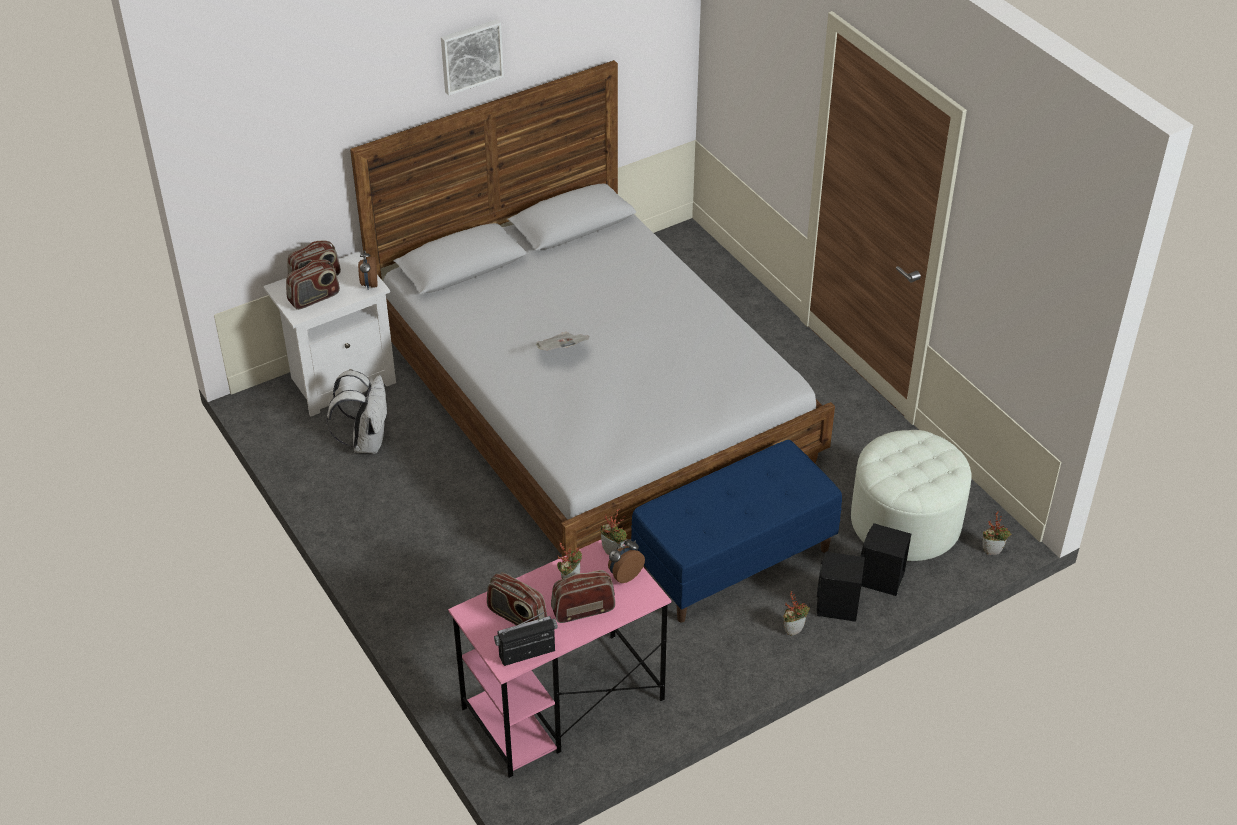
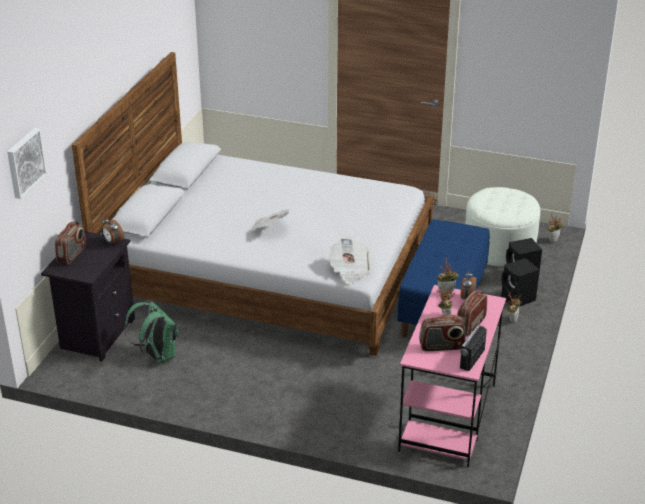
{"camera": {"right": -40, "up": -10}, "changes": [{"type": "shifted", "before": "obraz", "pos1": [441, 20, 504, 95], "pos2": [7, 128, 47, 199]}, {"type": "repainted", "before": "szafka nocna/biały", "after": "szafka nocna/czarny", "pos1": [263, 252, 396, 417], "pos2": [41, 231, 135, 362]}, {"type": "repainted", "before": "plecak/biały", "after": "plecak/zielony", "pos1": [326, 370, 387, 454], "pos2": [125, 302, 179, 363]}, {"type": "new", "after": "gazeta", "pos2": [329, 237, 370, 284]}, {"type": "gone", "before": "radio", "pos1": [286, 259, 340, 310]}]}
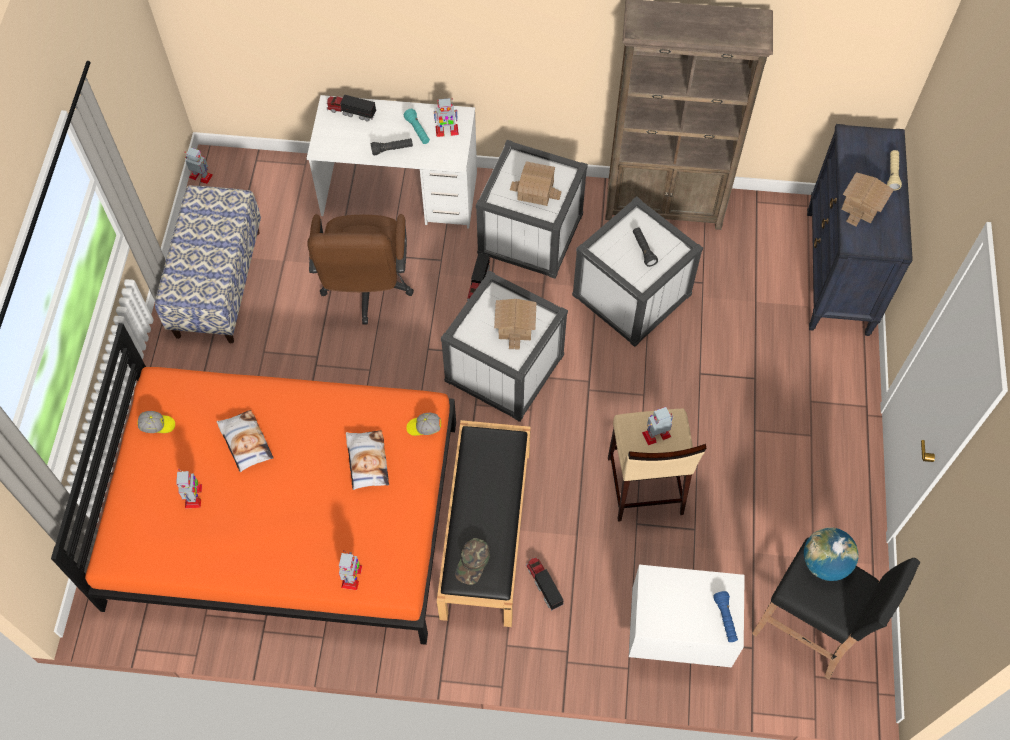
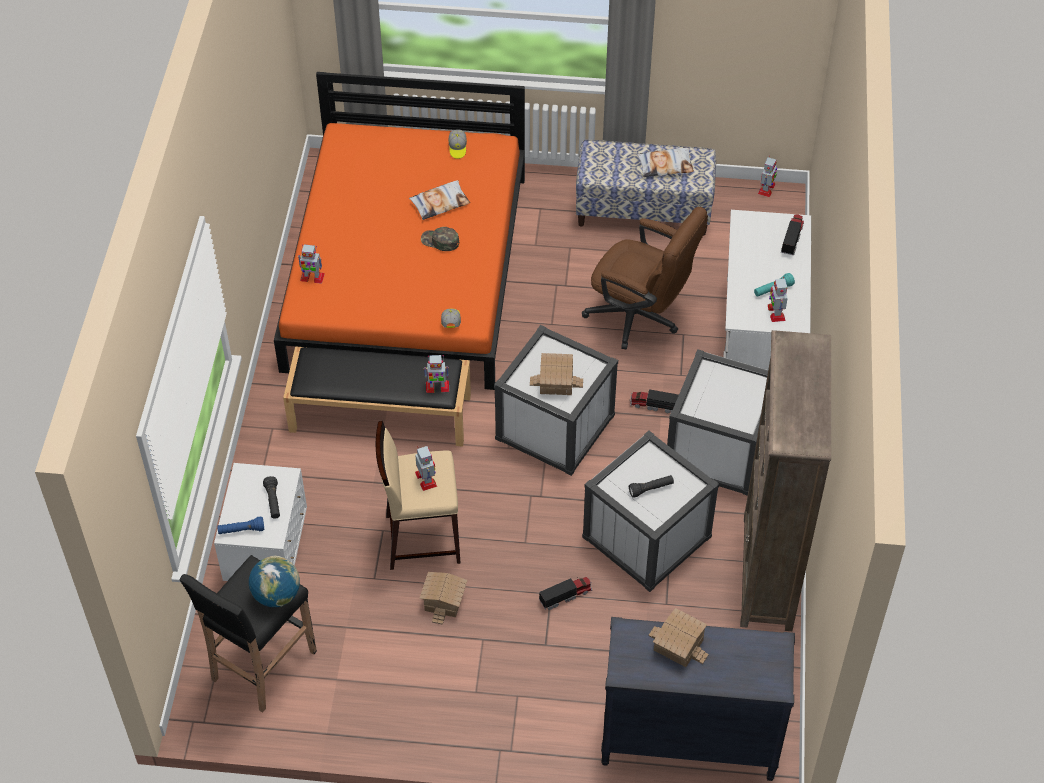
{"camera": {"right": 90, "up": -10}, "changes": [{"type": "shifted", "before": "latarka/czarny", "pos1": [371, 138, 413, 155], "pos2": [263, 476, 280, 519]}, {"type": "shifted", "before": "domek", "pos1": [510, 161, 562, 206], "pos2": [419, 572, 468, 625]}, {"type": "shifted", "before": "czapka z daszkiem/zielony", "pos1": [455, 538, 490, 585], "pos2": [421, 227, 459, 251]}, {"type": "shifted", "before": "robot zabawkowy", "pos1": [176, 469, 202, 508], "pos2": [424, 355, 449, 393]}, {"type": "shifted", "before": "ciężarówka zabawkowa", "pos1": [526, 557, 564, 611], "pos2": [539, 577, 592, 610]}, {"type": "rotated", "before": "krzesło biurowe/brązowy", "pos1": [307, 214, 414, 324], "pos2": [582, 207, 708, 350], "turn": -150}, {"type": "shifted", "before": "poduszka", "pos1": [346, 430, 389, 490], "pos2": [637, 148, 694, 177]}, {"type": "gone", "before": "latarka/beżowy", "pos1": [887, 150, 902, 191]}]}
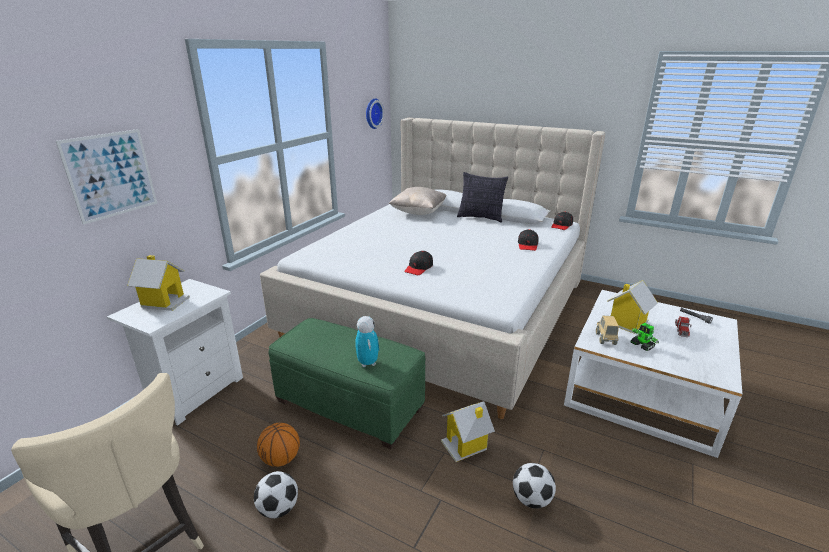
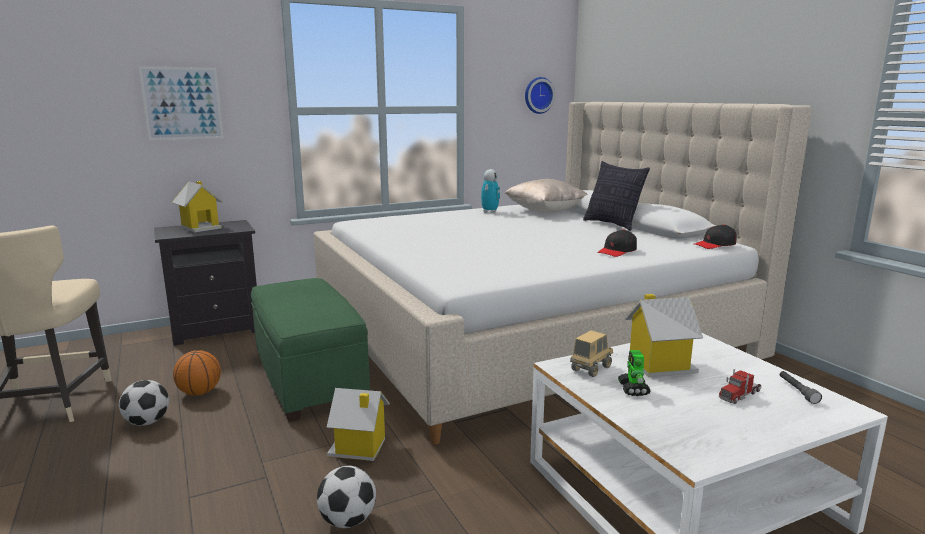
{"camera": {"right": 35, "up": -10}, "changes": [{"type": "repainted", "before": "szafka nocna/biały", "after": "szafka nocna/czarny", "pos1": [107, 279, 243, 425], "pos2": [154, 220, 257, 346]}, {"type": "shifted", "before": "robot zabawkowy", "pos1": [356, 316, 380, 367], "pos2": [481, 169, 500, 213]}, {"type": "gone", "before": "czapka z daszkiem/czarny", "pos1": [404, 251, 433, 275]}]}
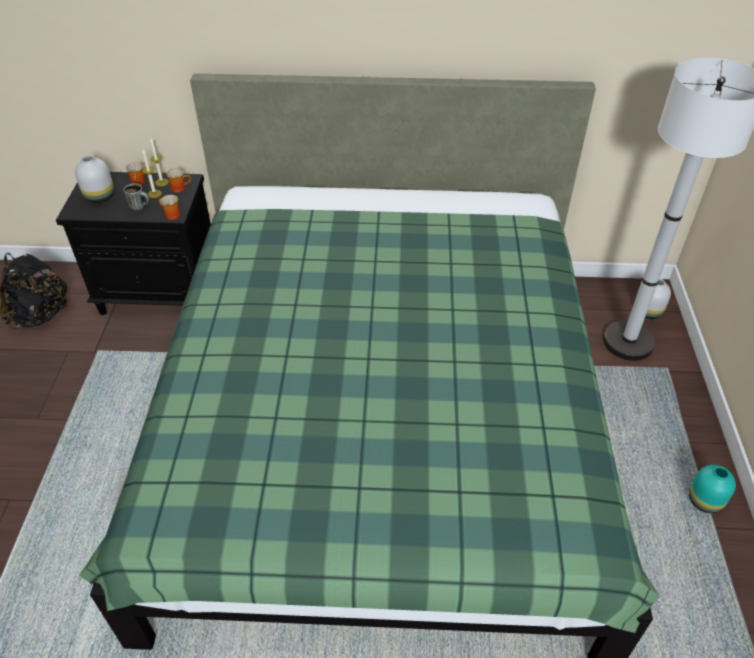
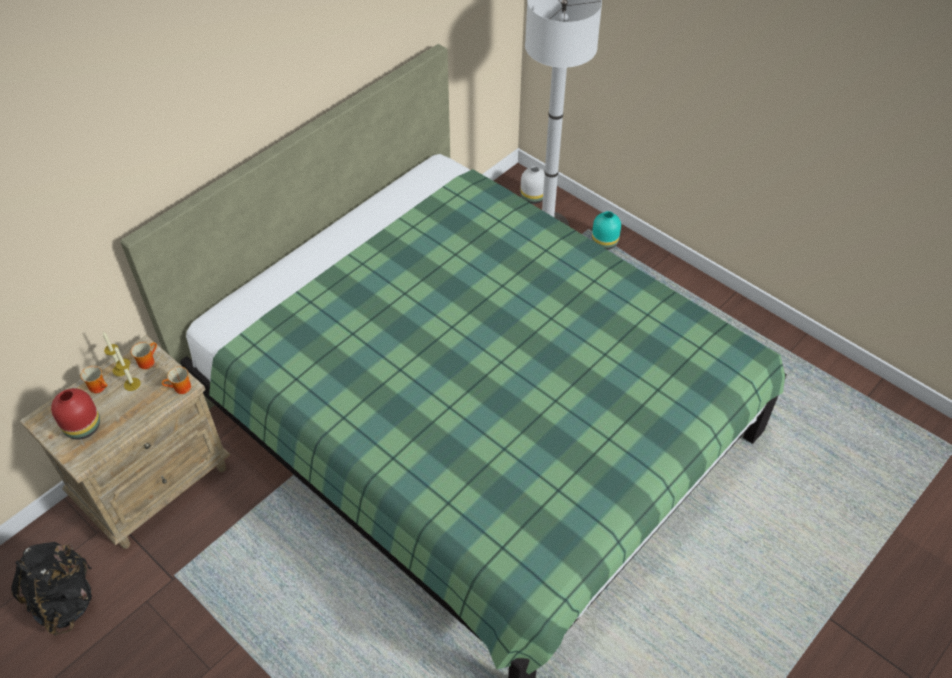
{"camera": {"right": -50, "up": 5}, "changes": [{"type": "repainted", "before": "szafka nocna/czarny", "after": "szafka nocna/beżowy", "pos1": [56, 172, 211, 315], "pos2": [20, 335, 231, 549]}, {"type": "repainted", "before": "wazon/biały", "after": "wazon/czerwony", "pos1": [75, 155, 114, 203], "pos2": [51, 388, 100, 440]}, {"type": "shifted", "before": "wazon/turkusowy", "pos1": [689, 465, 736, 513], "pos2": [592, 211, 621, 250]}, {"type": "gone", "before": "kubek", "pos1": [123, 183, 149, 211]}]}
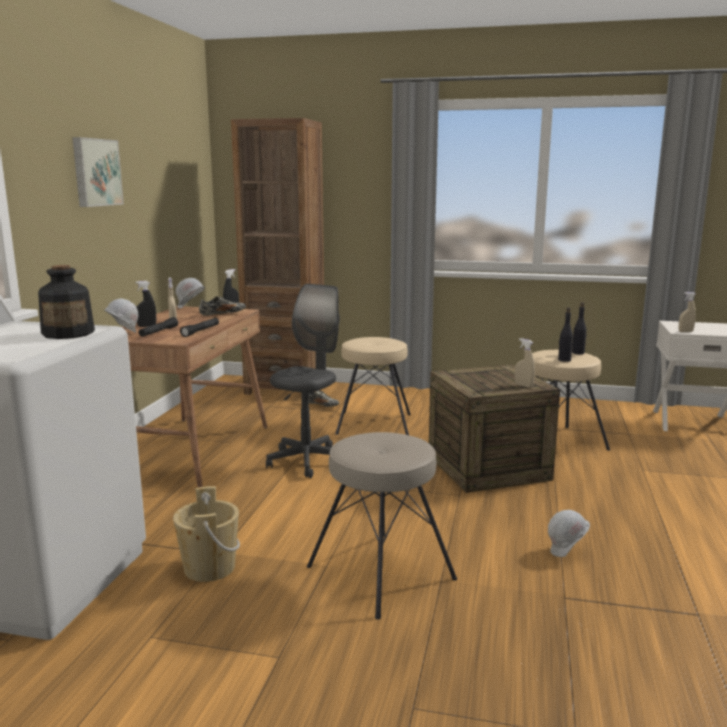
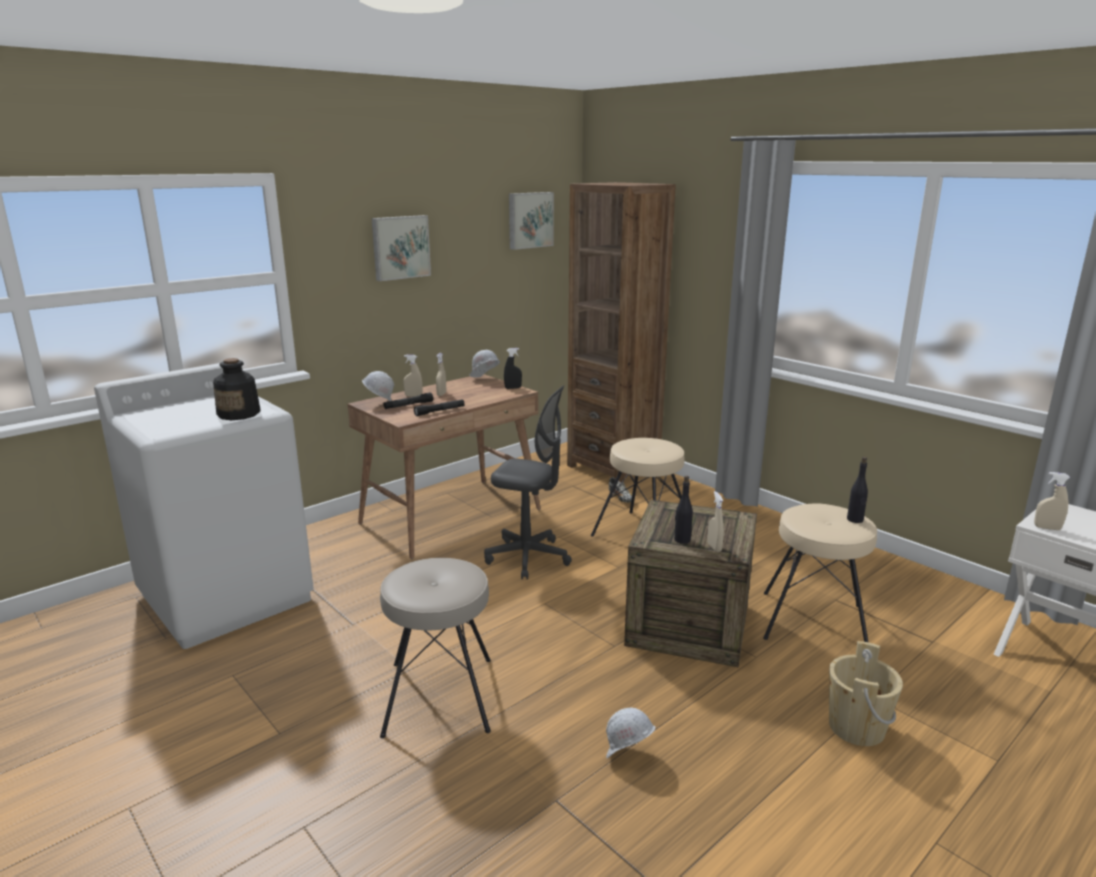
{"camera": {"right": 35, "up": 5}, "changes": [{"type": "repainted", "before": "spryskiwacz/czarny", "after": "spryskiwacz/beżowy", "pos1": [135, 281, 156, 327], "pos2": [403, 355, 423, 397]}, {"type": "rotated", "before": "krzesło biurowe/szary", "pos1": [266, 284, 340, 478], "pos2": [484, 386, 572, 580], "turn": 45}, {"type": "new", "after": "obraz", "pos2": [509, 192, 554, 250]}, {"type": "shifted", "before": "butelka/czarny", "pos1": [558, 308, 573, 362], "pos2": [674, 476, 693, 544]}, {"type": "shifted", "before": "wiadro/beżowy", "pos1": [173, 486, 240, 582], "pos2": [829, 641, 903, 746]}, {"type": "gone", "before": "but", "pos1": [199, 296, 246, 316]}]}
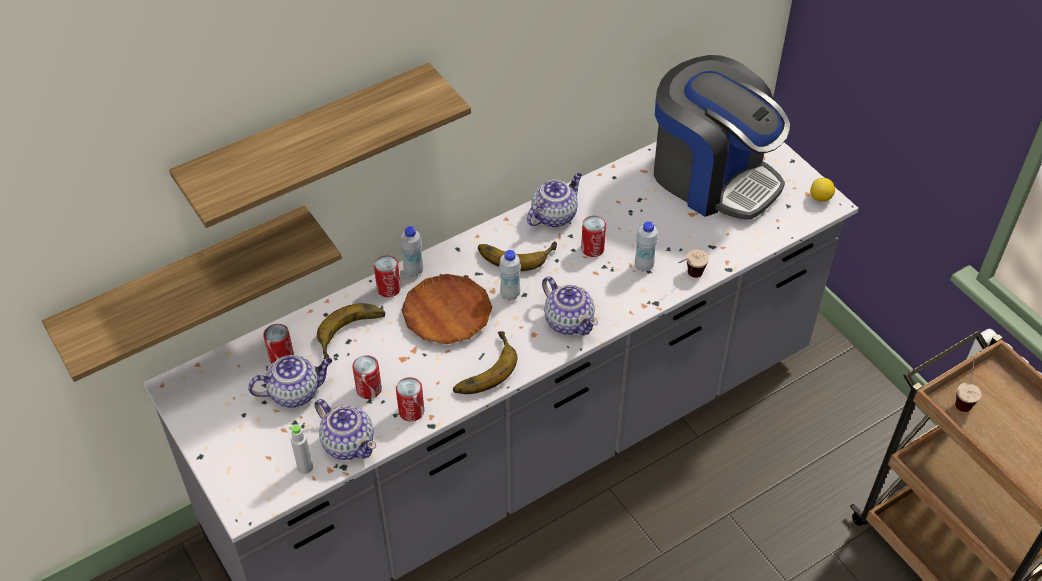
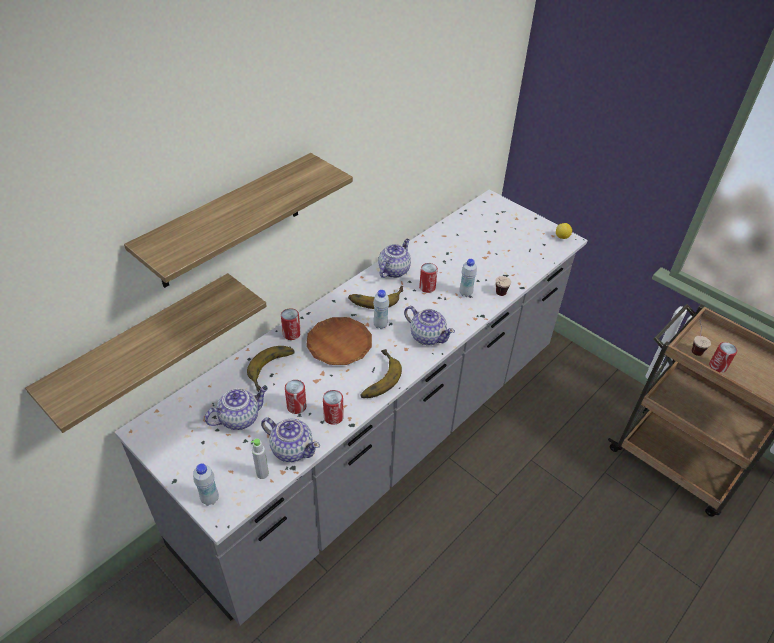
{"camera": {"right": -15, "up": -5}, "changes": [{"type": "shifted", "before": "butelka/biały", "pos1": [400, 226, 423, 277], "pos2": [193, 463, 219, 506]}, {"type": "shifted", "before": "puszka", "pos1": [263, 324, 294, 364], "pos2": [709, 342, 737, 373]}, {"type": "gone", "before": "ekspres do kawy", "pos1": [654, 55, 790, 220]}]}
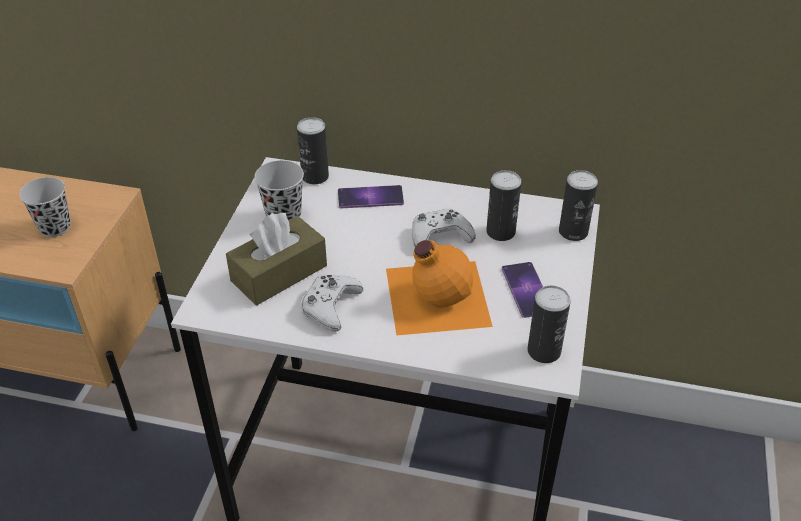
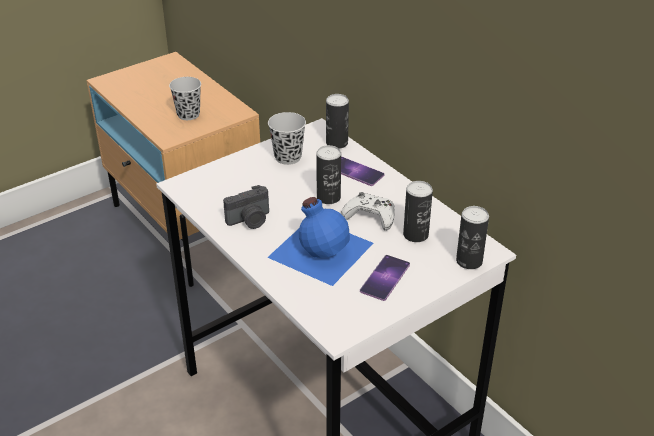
{"camera": {"right": 40, "up": -5}, "changes": [{"type": "swapped", "before": "pad do gier/biały", "after": "aparat fotograficzny", "pos1": [301, 275, 363, 332], "pos2": [223, 185, 269, 229]}, {"type": "repainted", "before": "butelka/pomarańczowy", "after": "butelka/niebieski", "pos1": [386, 240, 493, 335], "pos2": [267, 197, 373, 286]}, {"type": "shifted", "before": "puszka", "pos1": [528, 286, 571, 363], "pos2": [316, 145, 341, 204]}, {"type": "gone", "before": "pudełko chusteczek/brązowy", "pos1": [226, 213, 327, 305]}]}
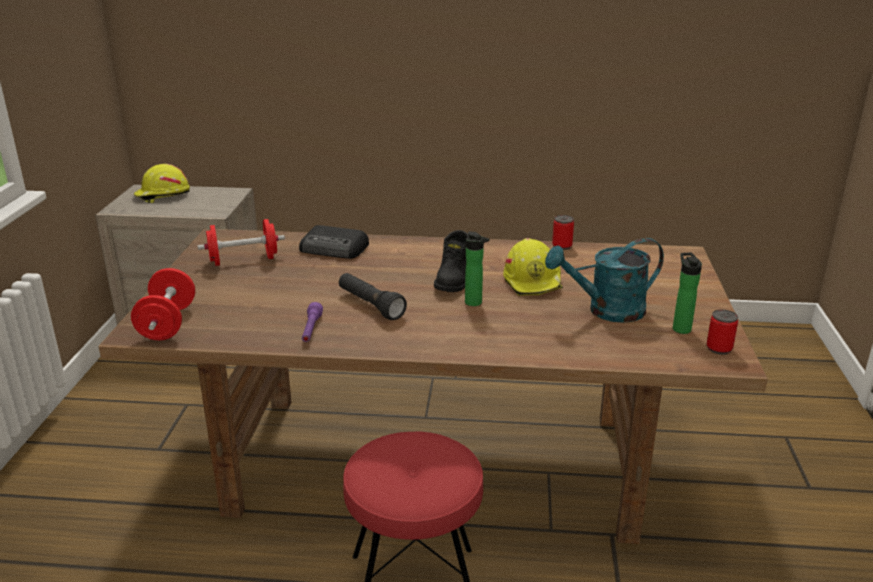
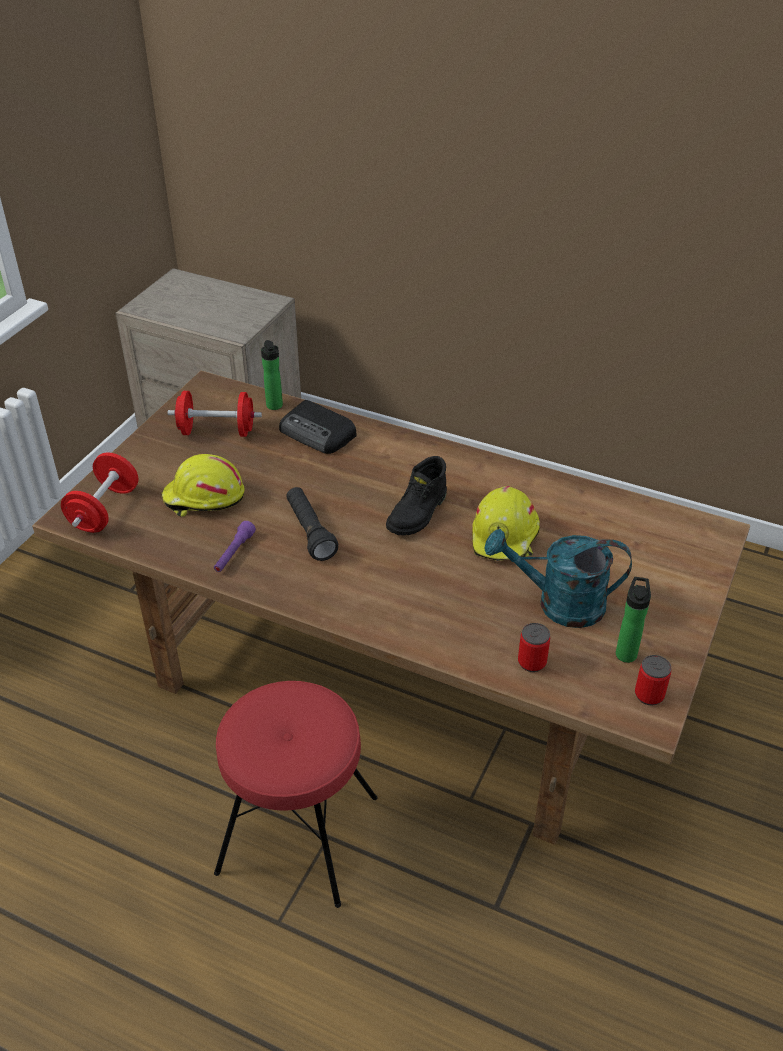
{"camera": {"right": 20, "up": 15}, "changes": [{"type": "shifted", "before": "kask/żółty", "pos1": [133, 164, 190, 203], "pos2": [161, 454, 245, 516]}, {"type": "shifted", "before": "butelka", "pos1": [465, 231, 490, 306], "pos2": [261, 340, 283, 410]}, {"type": "shifted", "before": "puszka", "pos1": [552, 215, 574, 250], "pos2": [518, 623, 550, 672]}]}
